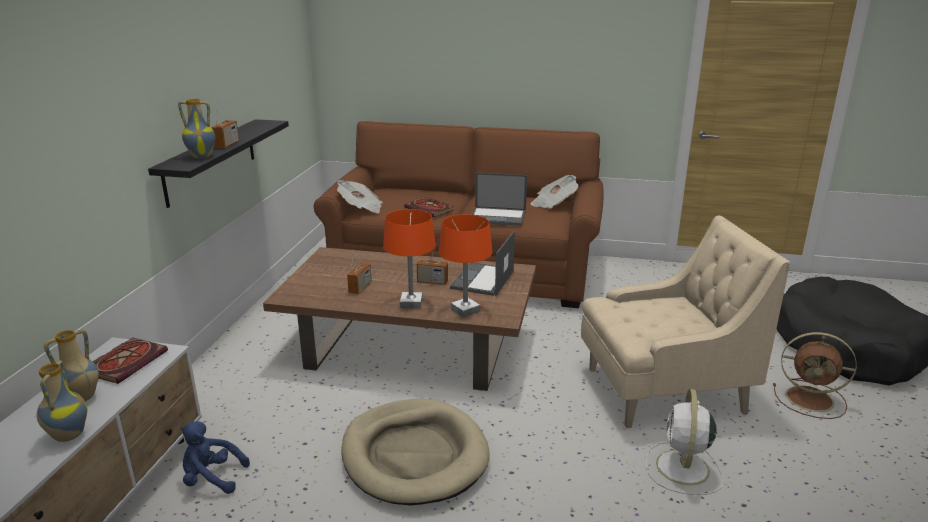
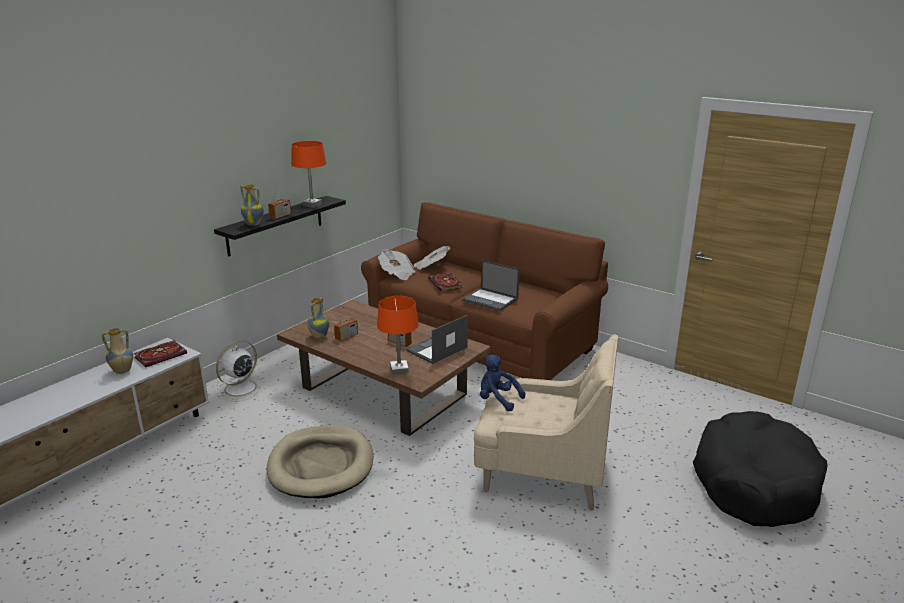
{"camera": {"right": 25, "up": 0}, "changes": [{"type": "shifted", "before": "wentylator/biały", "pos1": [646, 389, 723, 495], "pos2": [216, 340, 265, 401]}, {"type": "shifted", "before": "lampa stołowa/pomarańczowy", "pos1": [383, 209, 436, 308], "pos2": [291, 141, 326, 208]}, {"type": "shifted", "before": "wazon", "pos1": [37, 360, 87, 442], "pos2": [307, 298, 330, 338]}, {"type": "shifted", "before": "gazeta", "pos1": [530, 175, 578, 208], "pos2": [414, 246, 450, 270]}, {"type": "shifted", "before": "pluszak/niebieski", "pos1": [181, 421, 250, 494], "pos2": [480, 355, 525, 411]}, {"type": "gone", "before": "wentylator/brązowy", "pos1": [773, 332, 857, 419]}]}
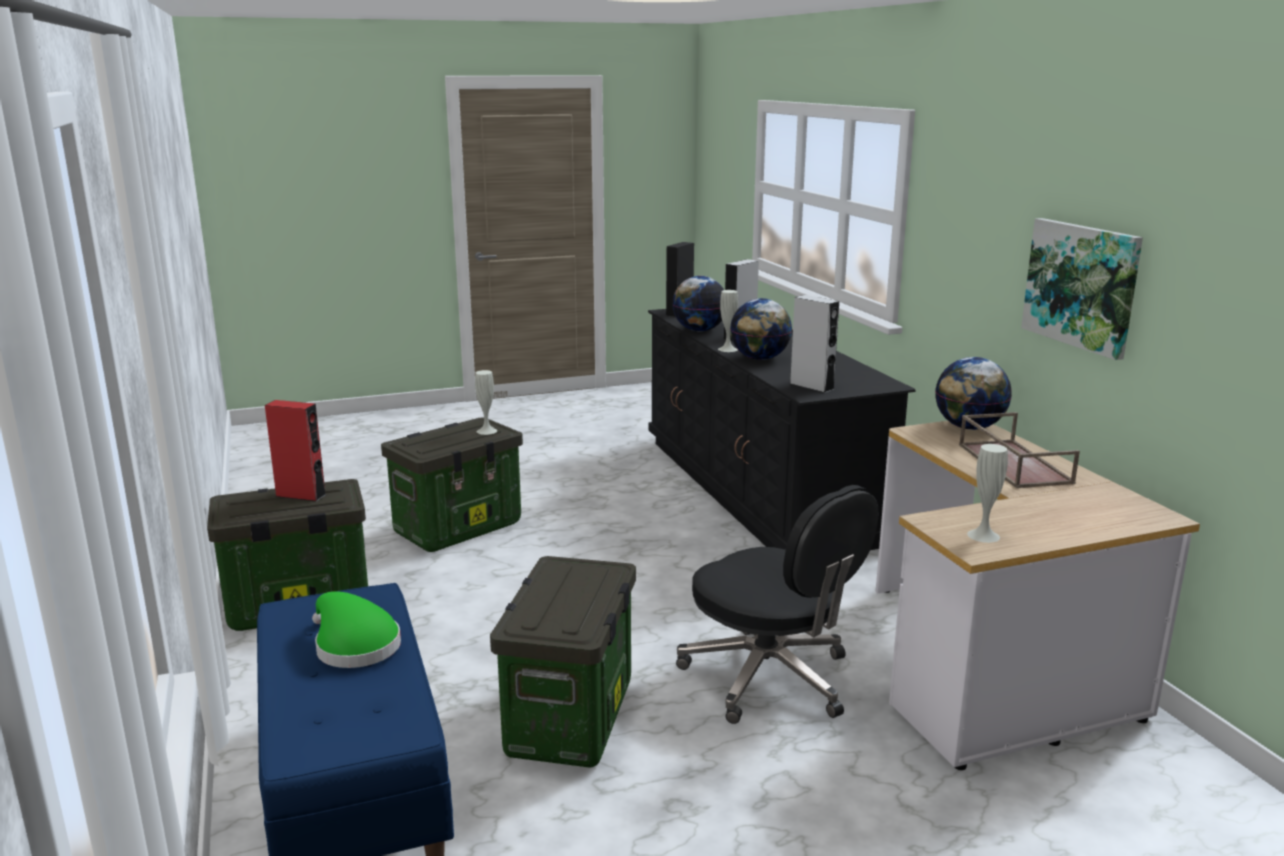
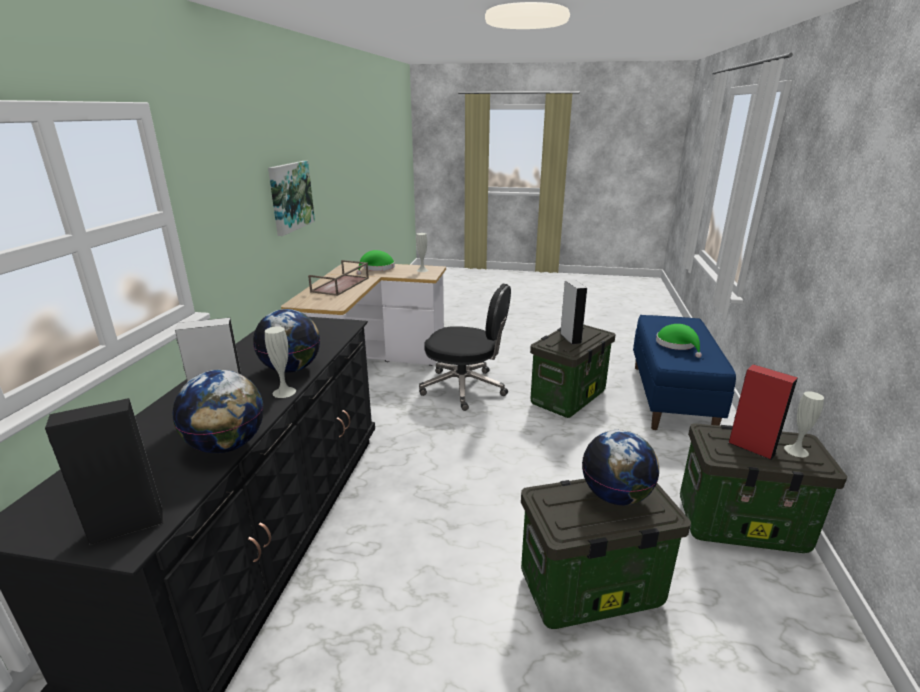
{"camera": {"right": -150, "up": 5}, "changes": [{"type": "new", "after": "kapelusz/zielony", "pos2": [357, 250, 395, 275]}, {"type": "rotated", "before": "krzesło biurowe/czarny", "pos1": [676, 485, 879, 724], "pos2": [419, 284, 511, 411], "turn": 120}, {"type": "shifted", "before": "głośnik/szary", "pos1": [790, 295, 839, 393], "pos2": [560, 280, 587, 345]}, {"type": "shifted", "before": "globus", "pos1": [935, 357, 1012, 430], "pos2": [582, 430, 659, 505]}, {"type": "shifted", "before": "wazon/biały", "pos1": [475, 370, 497, 435], "pos2": [784, 391, 824, 457]}]}
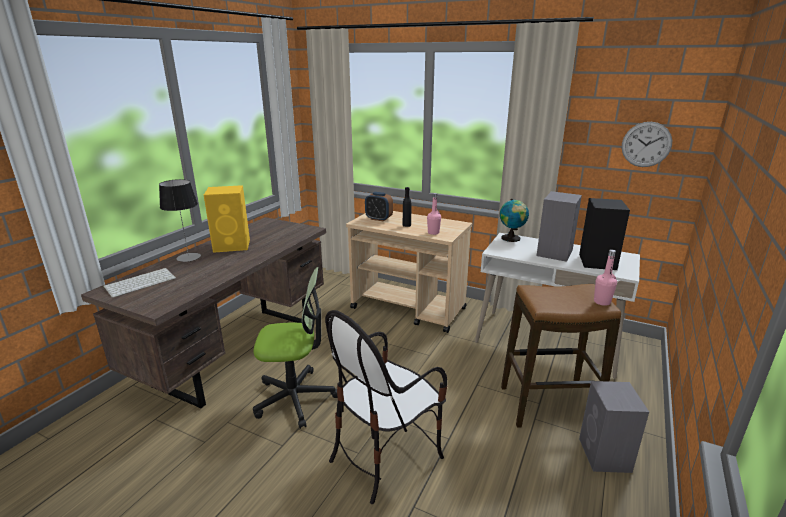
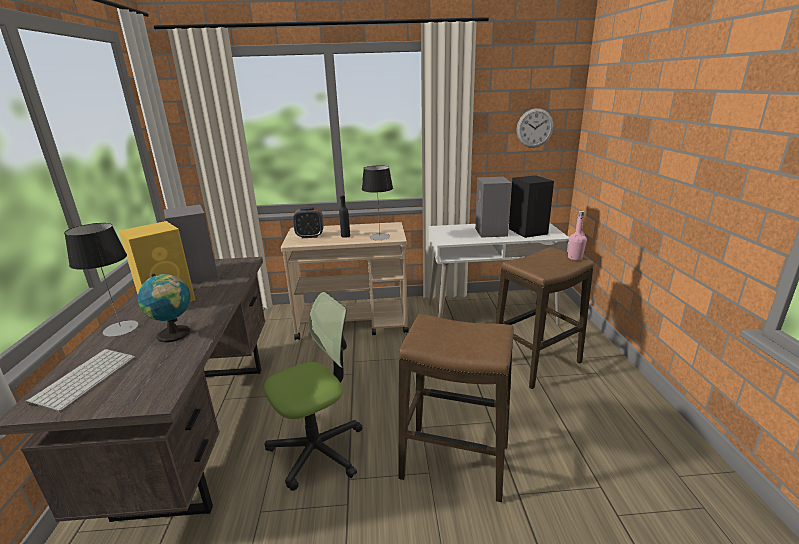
{"camera": {"right": -30, "up": 0}, "changes": [{"type": "shifted", "before": "globus", "pos1": [500, 199, 529, 242], "pos2": [138, 274, 190, 343]}, {"type": "shifted", "before": "głośnik/szary", "pos1": [579, 381, 649, 473], "pos2": [164, 205, 218, 283]}, {"type": "swapped", "before": "butelka/różowy", "after": "lampa stołowa", "pos1": [427, 193, 441, 235], "pos2": [362, 165, 393, 240]}, {"type": "swapped", "before": "krzesło", "after": "stołek", "pos1": [325, 310, 447, 504], "pos2": [398, 314, 514, 502]}]}
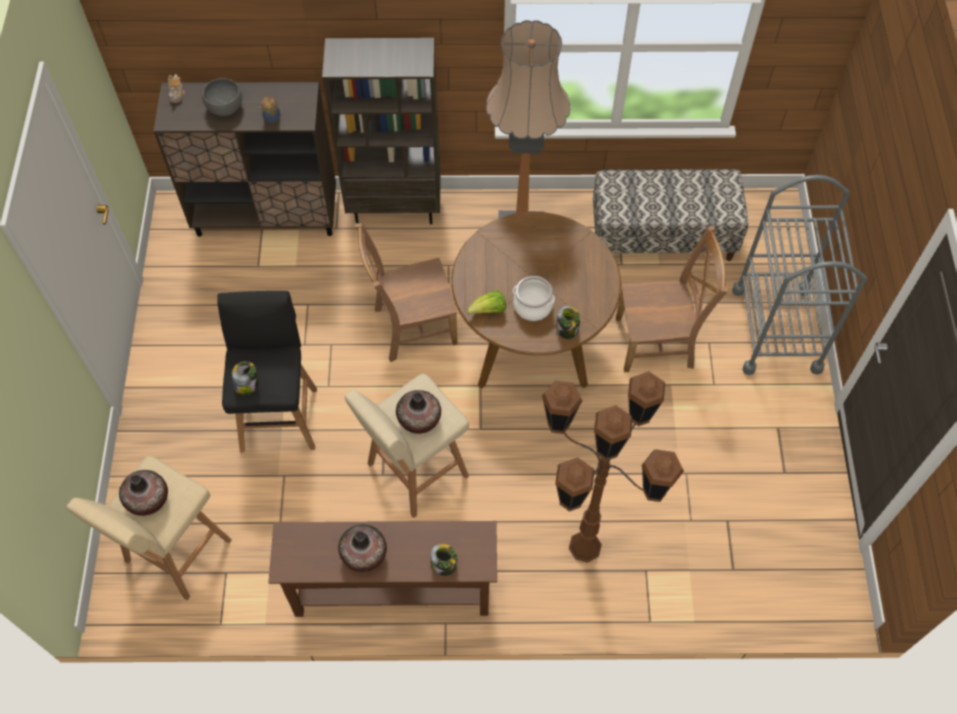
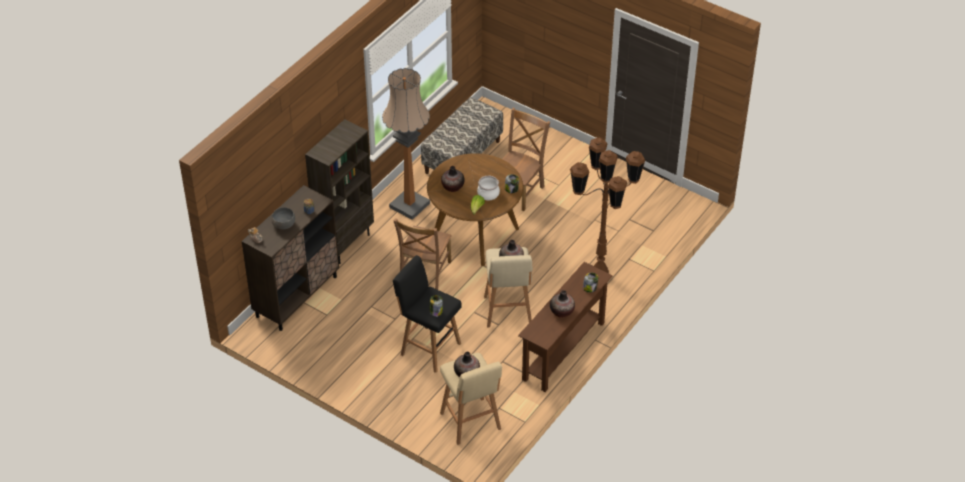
{"camera": {"right": -55, "up": -15}, "changes": [{"type": "new", "after": "wazon", "pos2": [441, 166, 465, 192]}, {"type": "gone", "before": "wózek/szary", "pos1": [732, 175, 867, 375]}]}
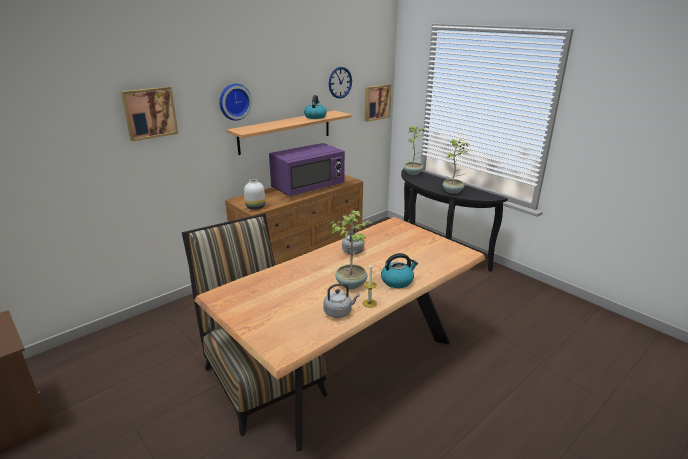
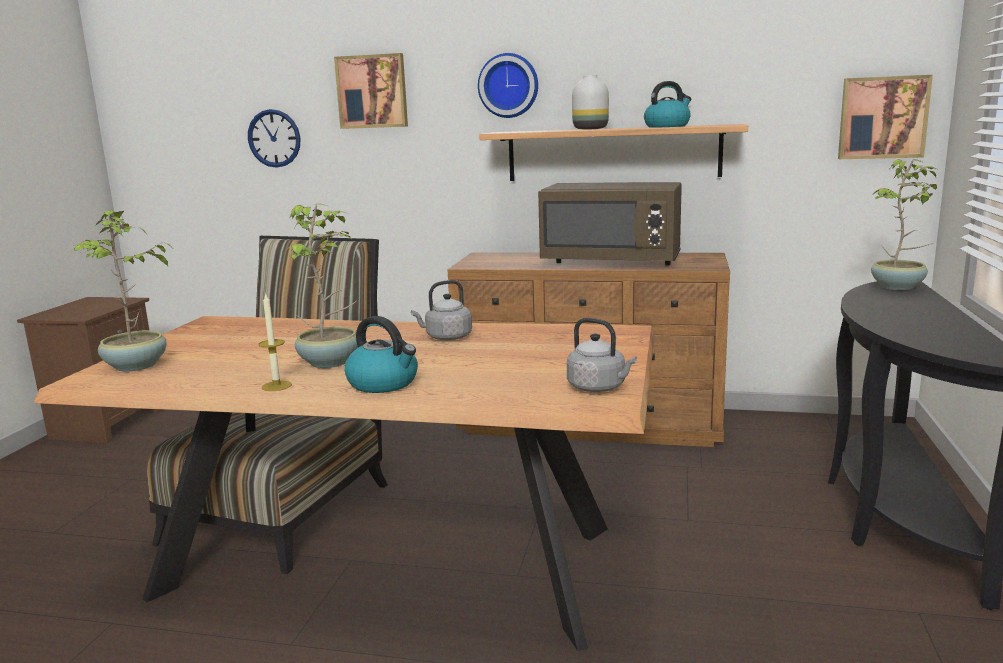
{"camera": {"right": 55, "up": -10}, "changes": [{"type": "shifted", "before": "roślina doniczkowa", "pos1": [443, 139, 468, 194], "pos2": [73, 209, 172, 372]}, {"type": "shifted", "before": "zegar ścienny", "pos1": [329, 67, 352, 98], "pos2": [248, 109, 301, 168]}, {"type": "repainted", "before": "mikrofalówka/fioletowy", "after": "mikrofalówka/brązowy", "pos1": [269, 143, 345, 196], "pos2": [538, 182, 682, 266]}, {"type": "shifted", "before": "czajnik/szary", "pos1": [323, 283, 360, 318], "pos2": [567, 318, 637, 392]}, {"type": "shifted", "before": "wazon/biały", "pos1": [244, 179, 265, 210], "pos2": [572, 75, 609, 130]}]}
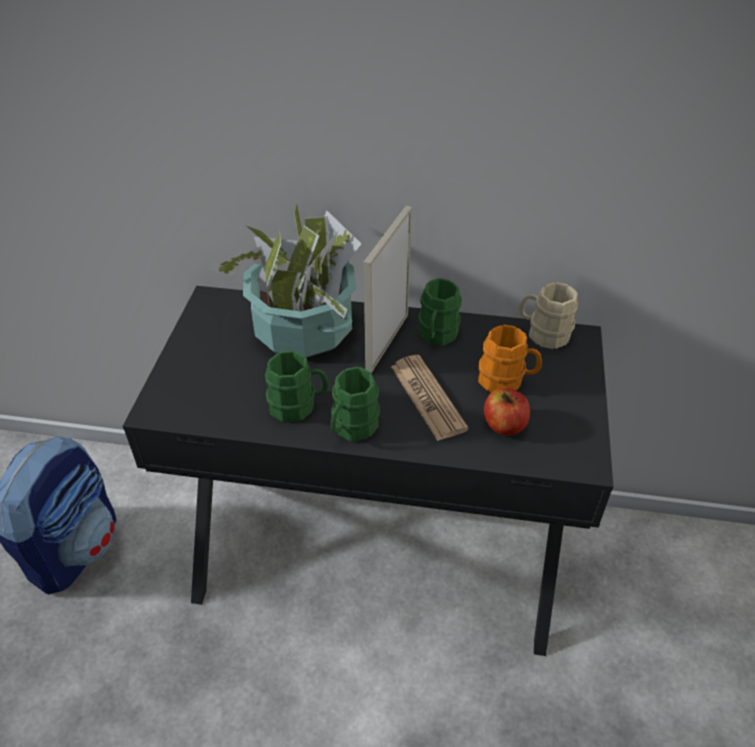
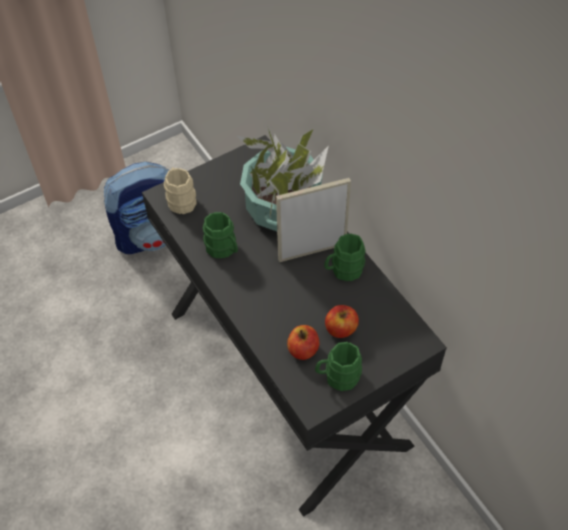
{"camera": {"right": 50, "up": 10}, "changes": [{"type": "shifted", "before": "kubek/beżowy", "pos1": [519, 282, 578, 349], "pos2": [164, 168, 197, 214]}, {"type": "shifted", "before": "kubek/zielony", "pos1": [331, 367, 380, 442], "pos2": [315, 342, 362, 391]}, {"type": "swapped", "before": "kubek/pomarańczowy", "after": "jabłko", "pos1": [478, 325, 542, 393], "pos2": [325, 305, 359, 338]}, {"type": "gone", "before": "gazeta", "pos1": [391, 355, 469, 441]}]}
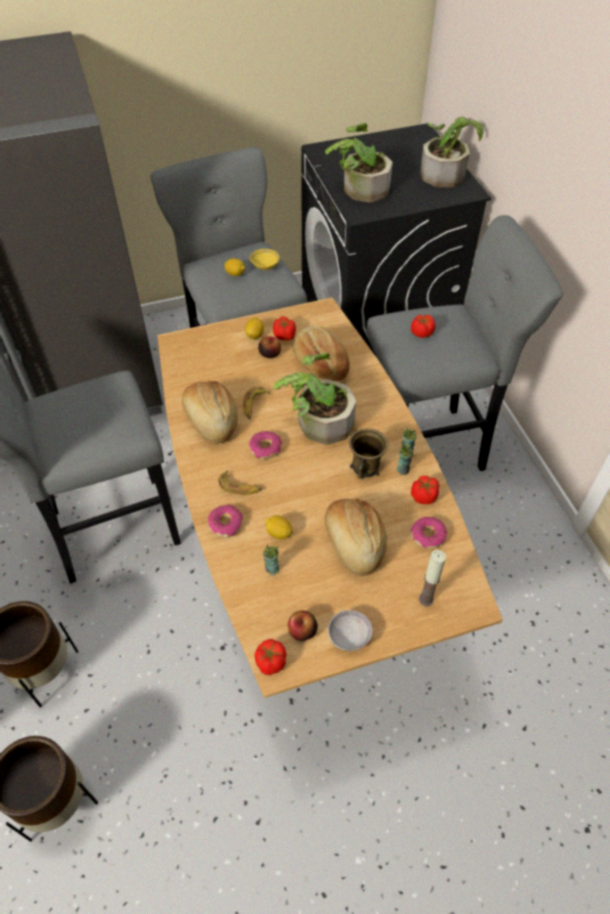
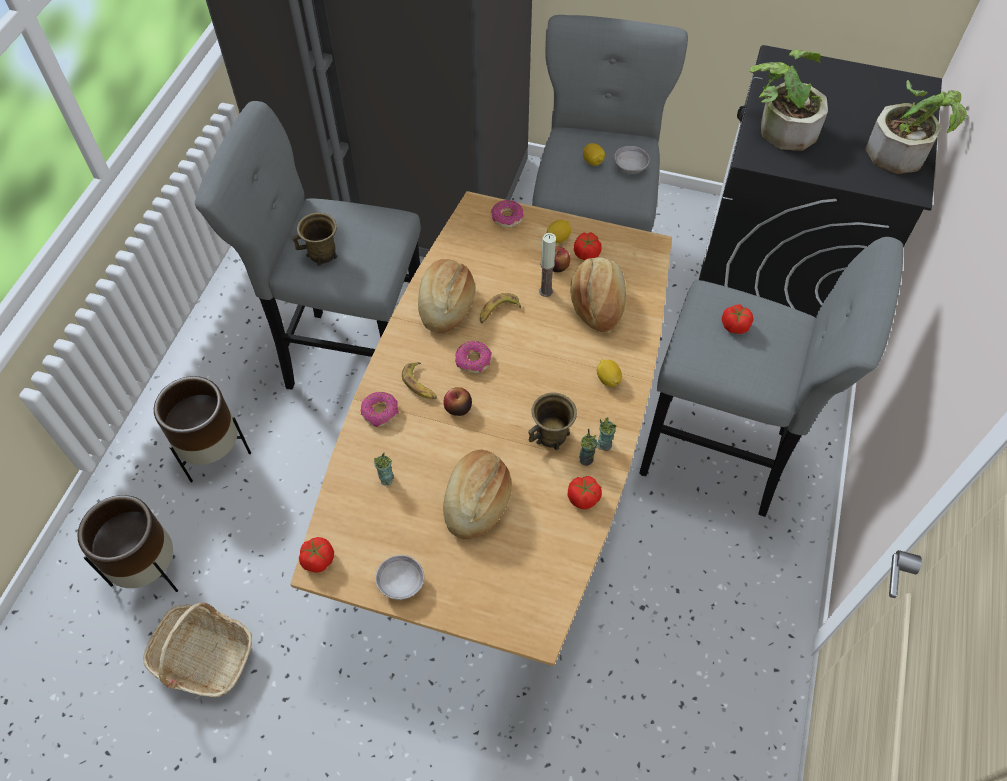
{"camera": {"right": 35, "up": 5}, "changes": [{"type": "new", "after": "koszyk", "pos2": [143, 603, 252, 697]}, {"type": "new", "after": "kubek/brązowy", "pos2": [292, 213, 338, 266]}, {"type": "shifted", "before": "jabłko", "pos1": [288, 611, 318, 641], "pos2": [444, 387, 472, 416]}, {"type": "shifted", "before": "donut", "pos1": [411, 517, 447, 549], "pos2": [491, 200, 524, 228]}, {"type": "shifted", "before": "świeca", "pos1": [419, 550, 446, 607], "pos2": [539, 233, 556, 297]}, {"type": "shifted", "before": "cytryna", "pos1": [265, 515, 293, 539], "pos2": [597, 359, 622, 387]}, {"type": "repainted", "before": "miska/żółty", "after": "miska/szary", "pos1": [250, 249, 280, 270], "pos2": [614, 146, 649, 174]}, {"type": "gone", "before": "roślina doniczkowa", "pos1": [273, 353, 356, 445]}]}
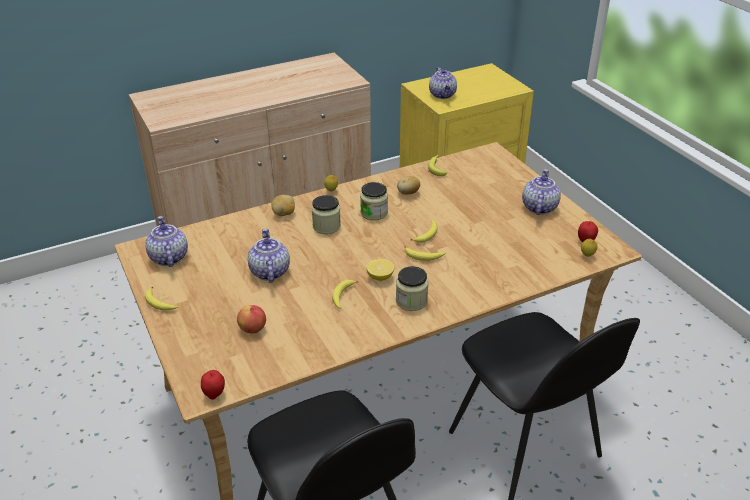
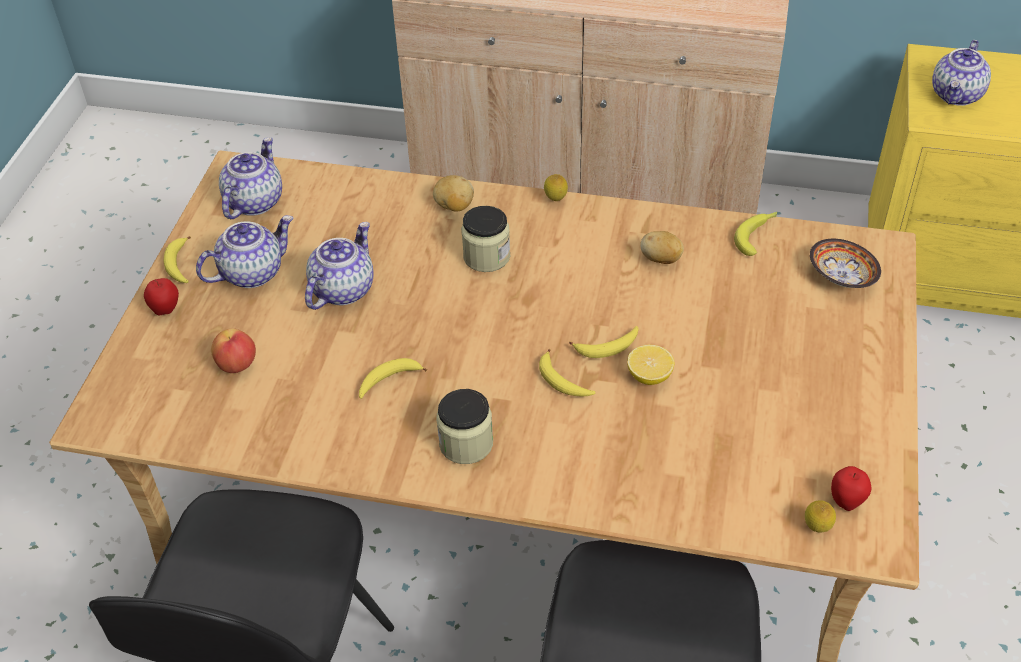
{"camera": {"right": 40, "up": 10}, "changes": [{"type": "shifted", "before": "jabłko", "pos1": [201, 370, 225, 400], "pos2": [144, 278, 179, 315]}, {"type": "shifted", "before": "imbryk", "pos1": [522, 169, 561, 215], "pos2": [196, 215, 294, 288]}, {"type": "shifted", "before": "cytryna", "pos1": [366, 259, 394, 281], "pos2": [627, 345, 674, 385]}, {"type": "new", "after": "miska", "pos2": [810, 239, 881, 288]}, {"type": "gone", "before": "słoik", "pos1": [360, 182, 388, 220]}]}
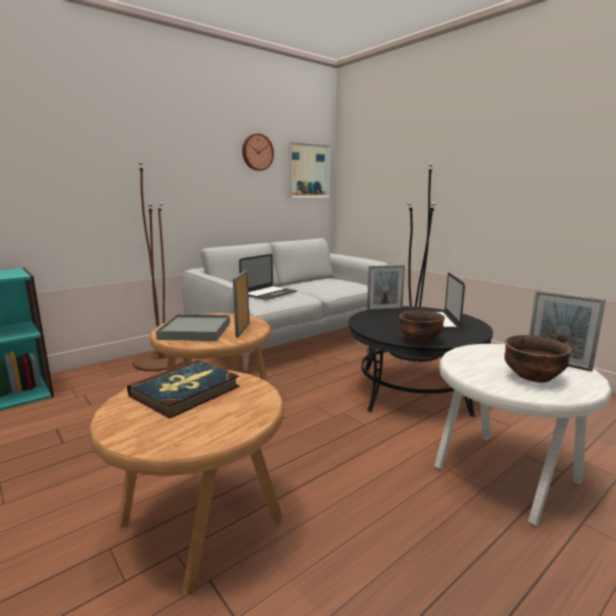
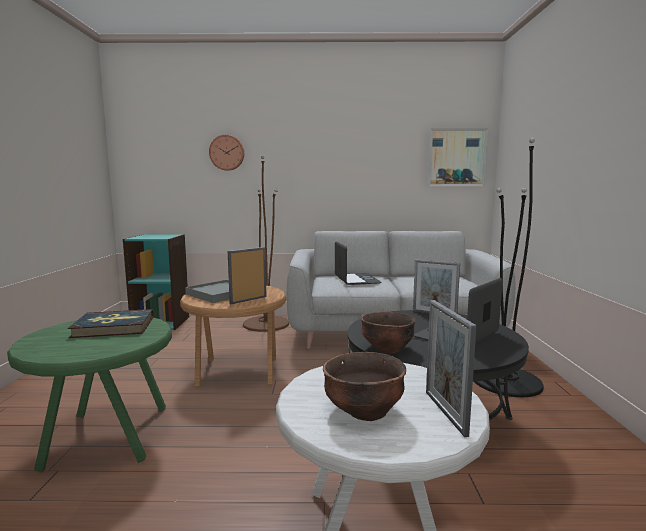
{"camera": {"right": 40, "up": -5}, "changes": [{"type": "repainted", "before": "stolik/brązowy", "after": "stolik/zielony", "pos1": [89, 370, 284, 596], "pos2": [7, 318, 172, 472]}, {"type": "shifted", "before": "zegar ścienny", "pos1": [242, 133, 274, 171], "pos2": [209, 135, 244, 171]}, {"type": "rotated", "before": "laptop", "pos1": [239, 254, 297, 300], "pos2": [335, 242, 382, 285], "turn": -90}]}
